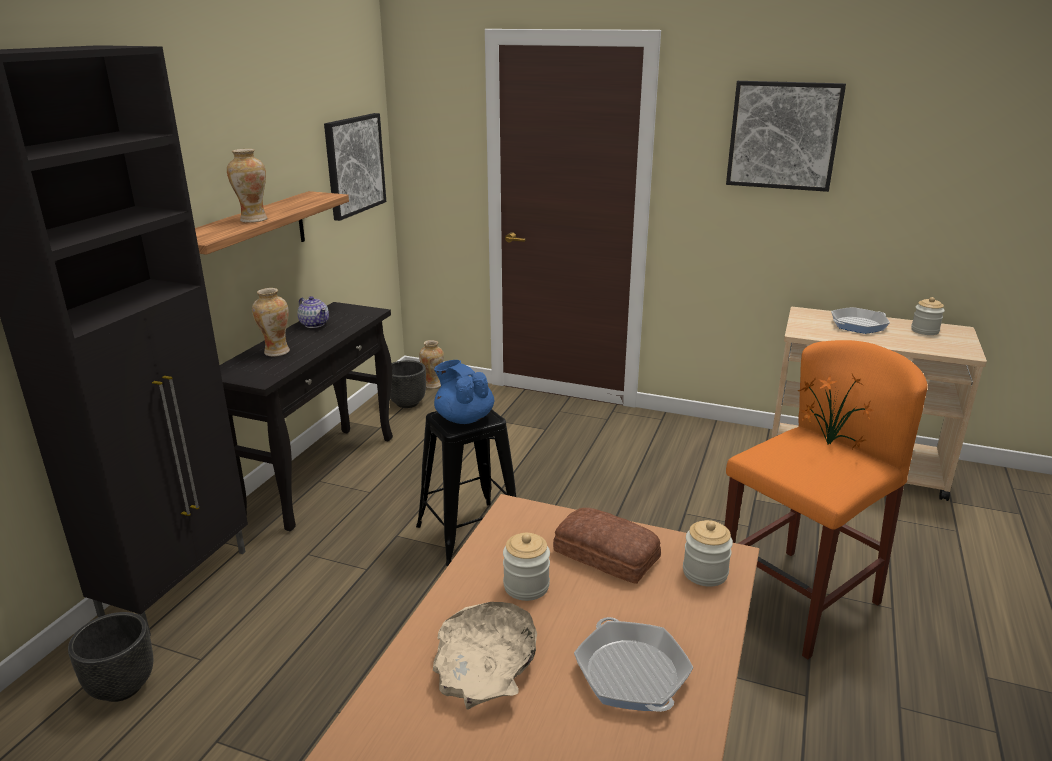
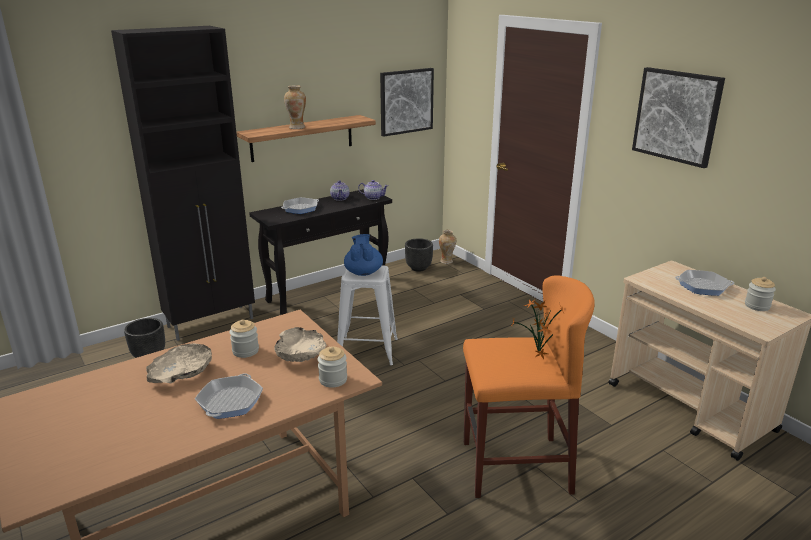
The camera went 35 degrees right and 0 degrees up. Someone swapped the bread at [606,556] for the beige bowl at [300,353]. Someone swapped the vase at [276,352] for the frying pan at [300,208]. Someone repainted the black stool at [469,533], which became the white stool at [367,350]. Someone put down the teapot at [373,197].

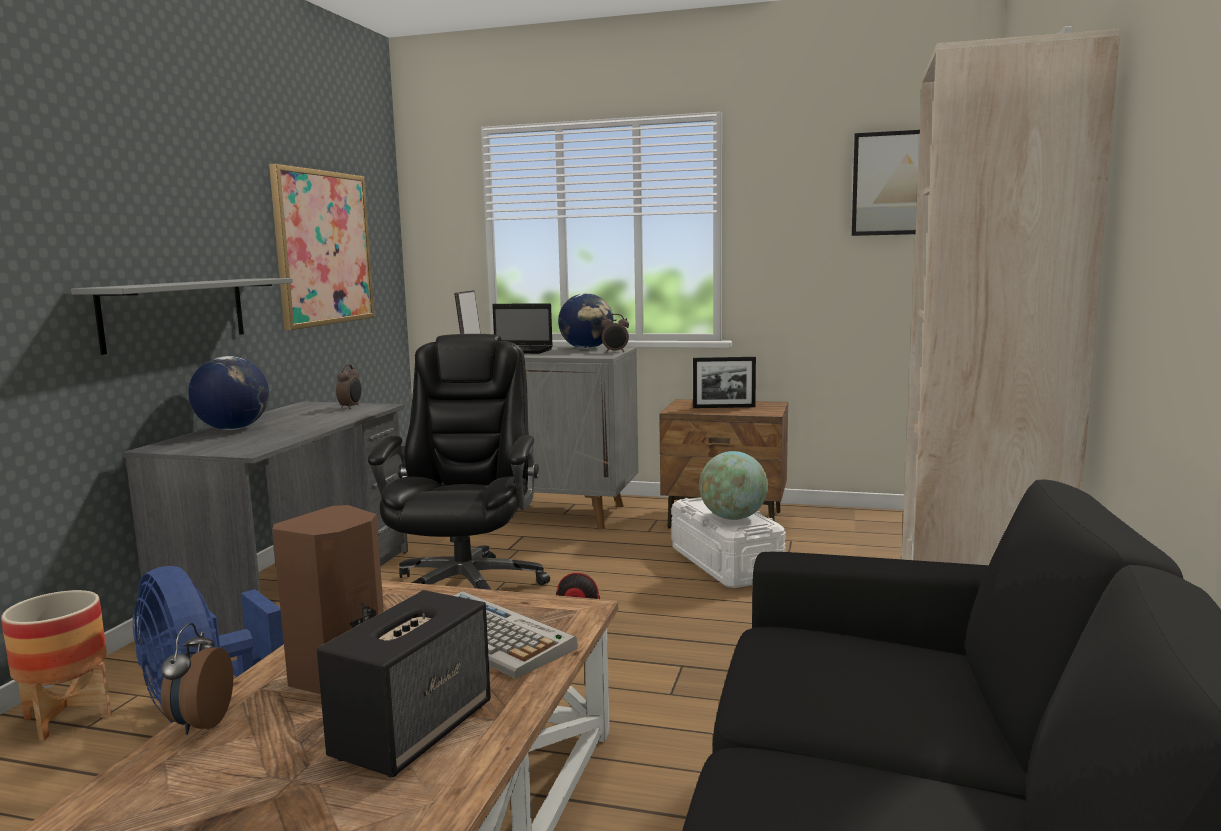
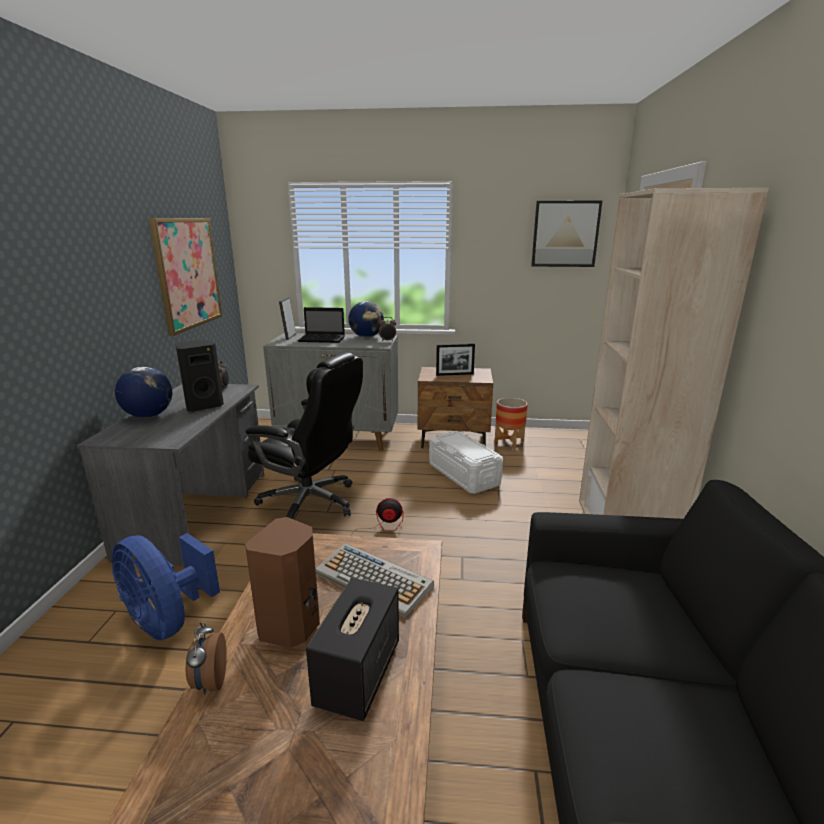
The camera went 10 degrees left and 10 degrees up. Someone put down the black speaker at [203,406]. Someone rotated the black office chair at [466,587] by 120 degrees clockwise. Someone carried the planter from [68,717] to [509,442]. Someone took away the grey shelf at [175,313]. Someone took away the globe at [733,518].

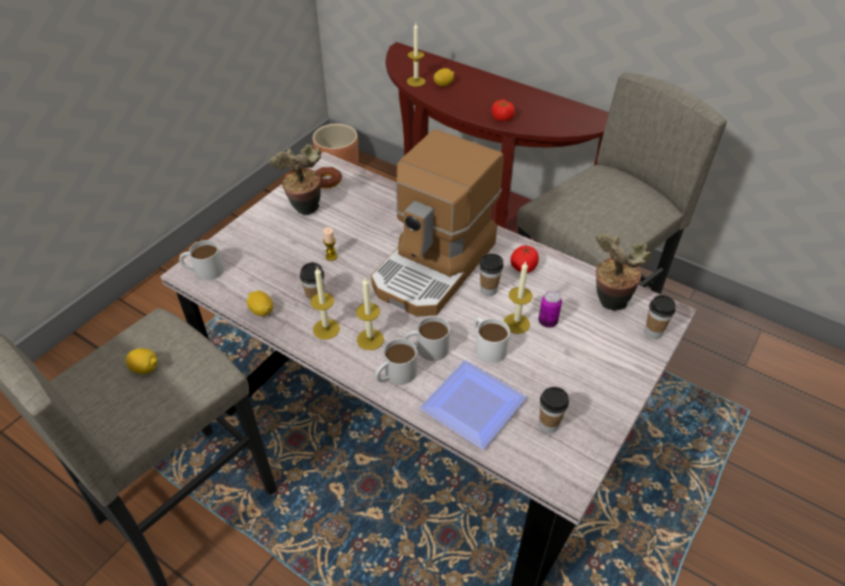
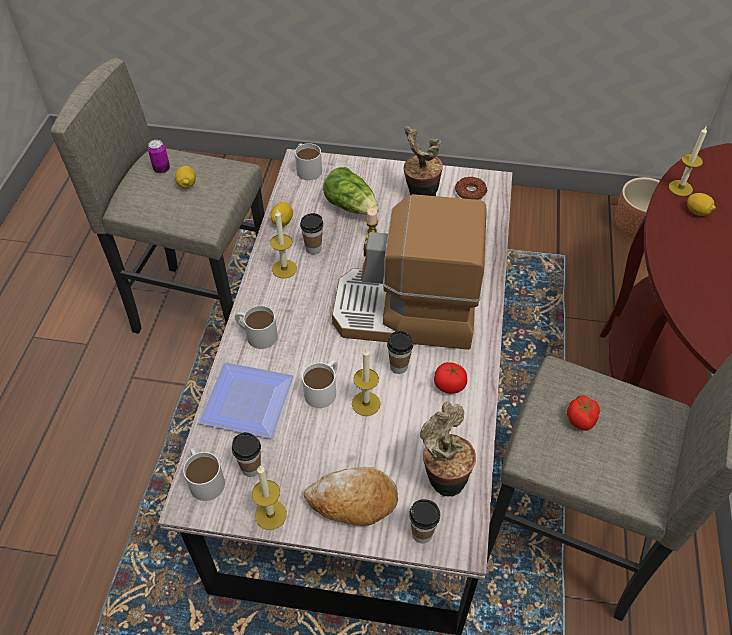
The camera went 65 degrees right and 5 degrees up. Someone carried the can from [547,322] to [162,169]. Someone carried the white mug from [426,349] to [204,478]. Someone carried the candle from [370,339] to [270,515]. Someone put down the bread at [352,501]. Someone put down the lettuce at [351,206]. Someone carried the tomato from [502,118] to [580,420].

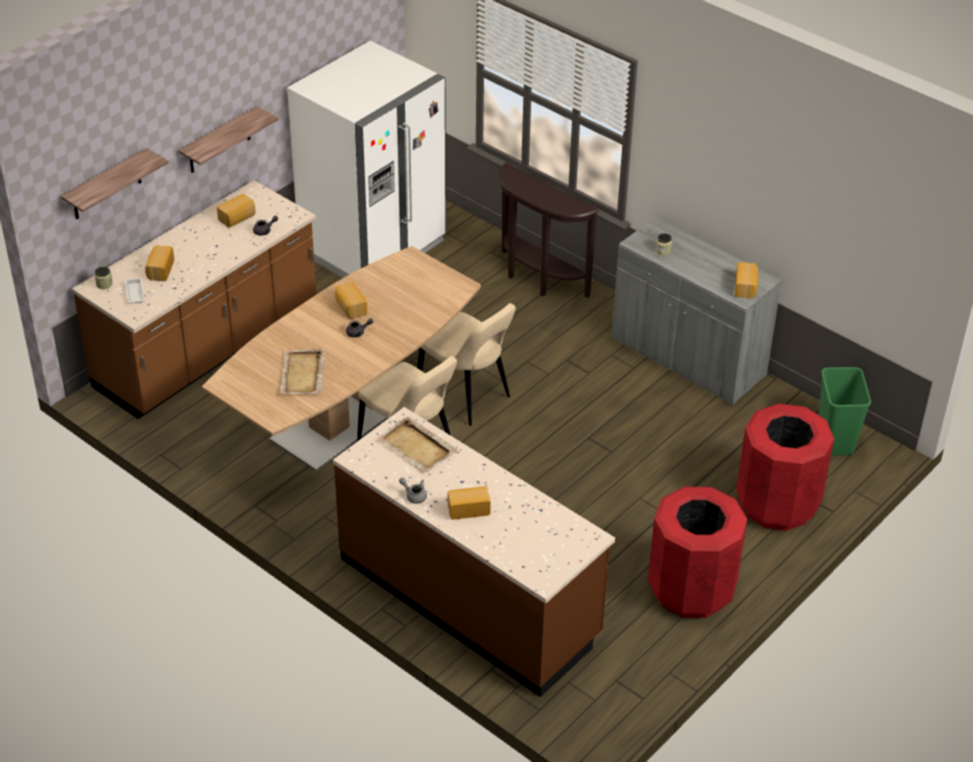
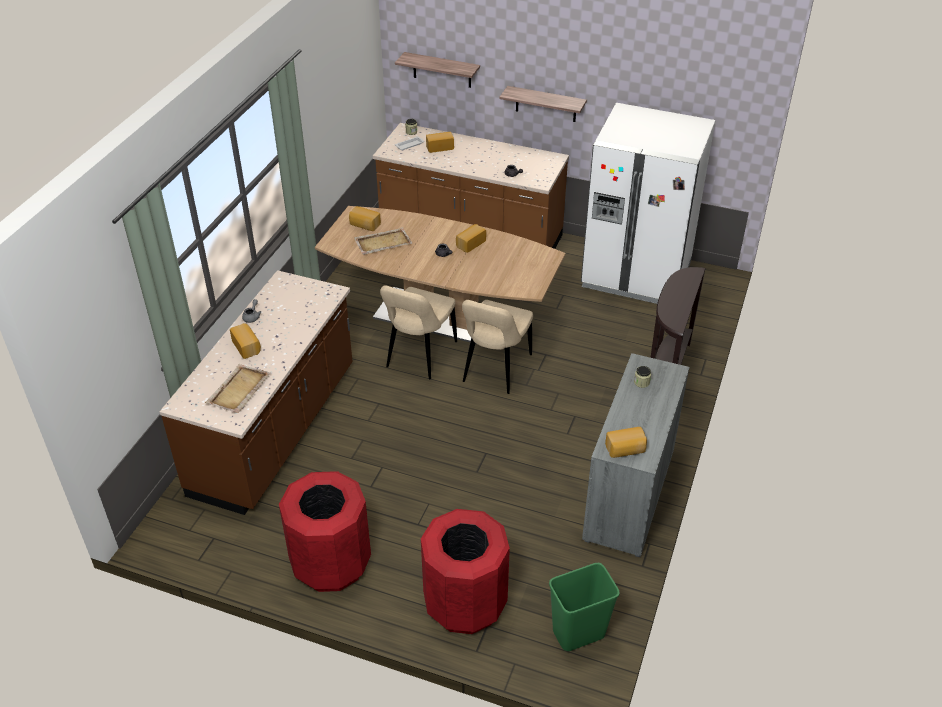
The camera went 70 degrees right and 0 degrees up. Someone carried the beige tray from [417,447] to [238,390]. Someone carried the bread from [237,218] to [364,225].

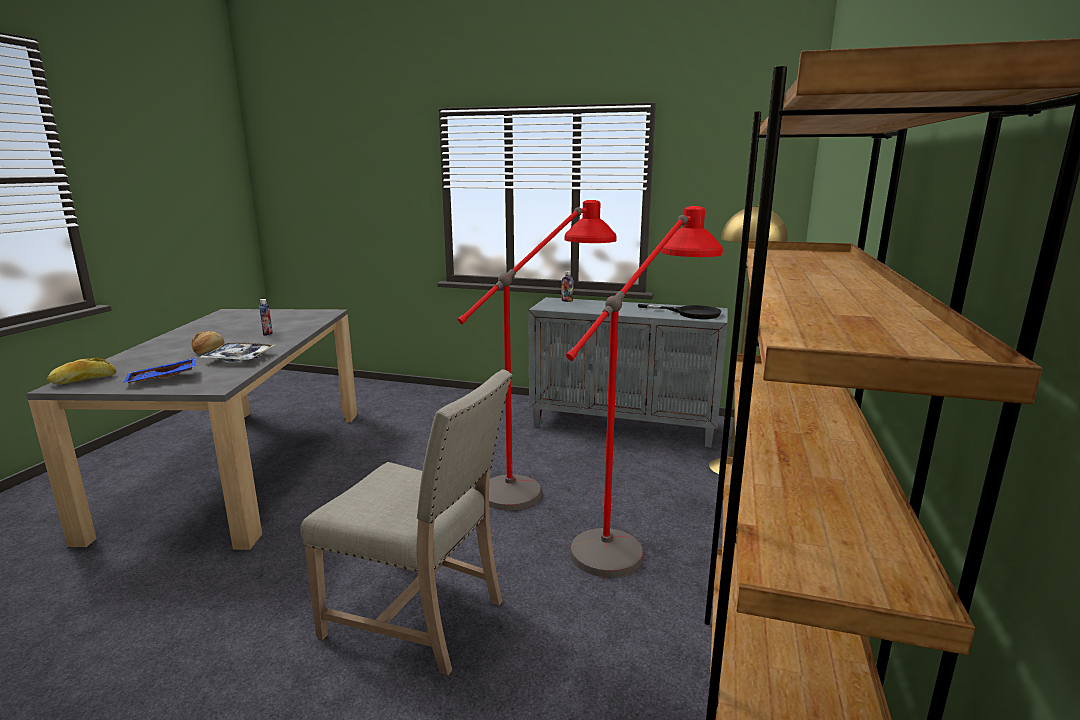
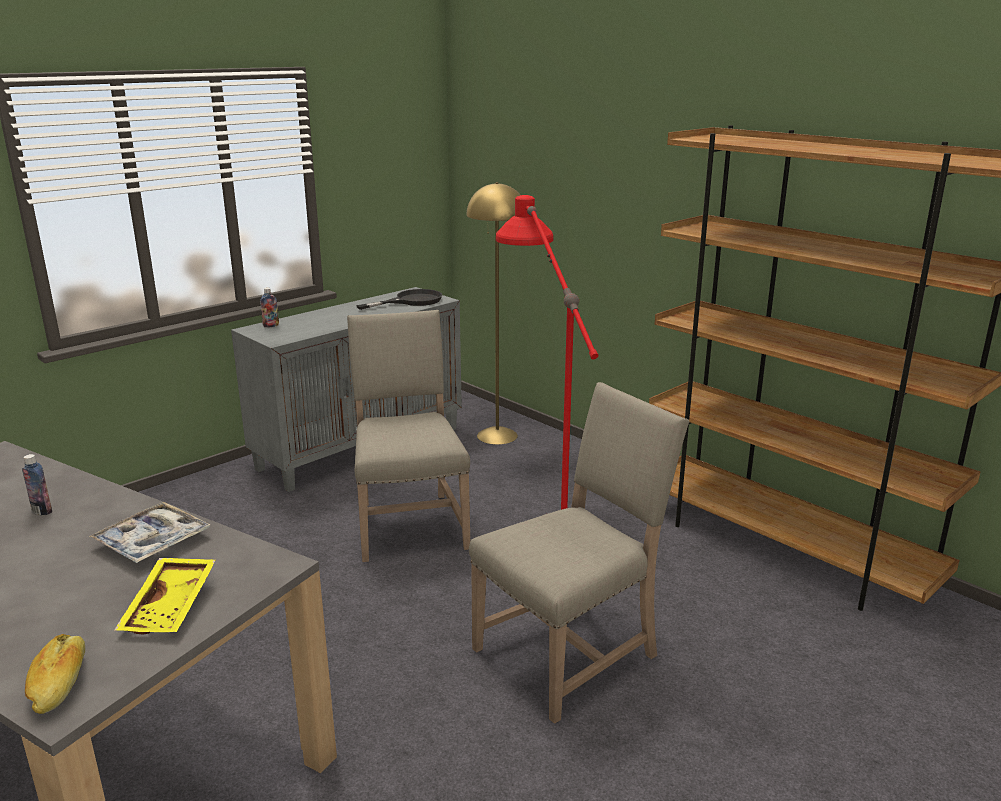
The camera went 60 degrees left and 5 degrees up. Someone repainted the blue tray at [163,379], which became the yellow tray at [172,606]. Someone swapped the red floor lamp at [542,479] for the beige chair at [409,523]. Someone took away the bread at [208,350].

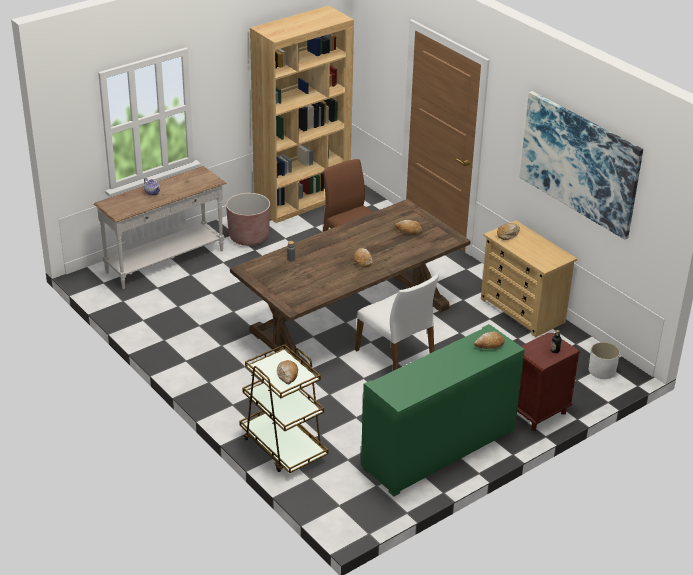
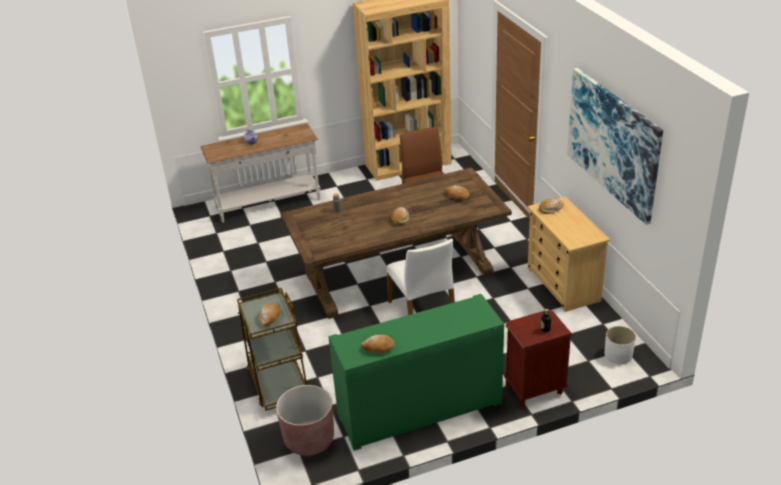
The camera went 20 degrees right and 0 degrees up. Someone carried the brown planter from [249,237] to [309,439]. Someone carried the bread from [489,345] to [378,348].

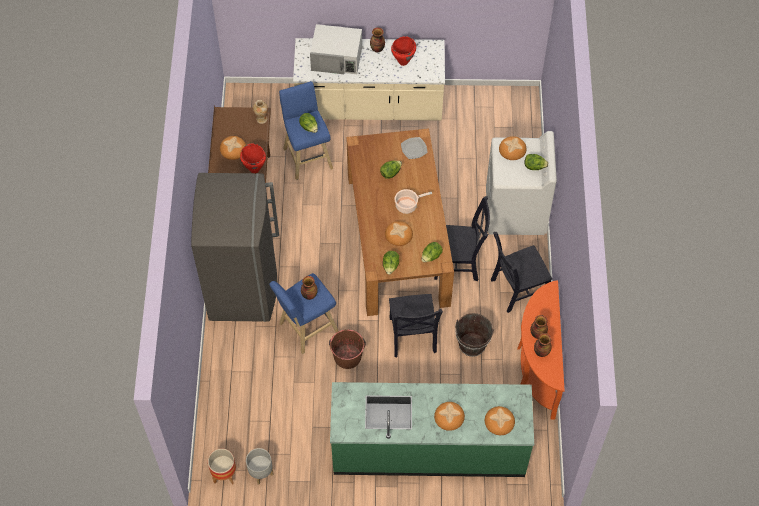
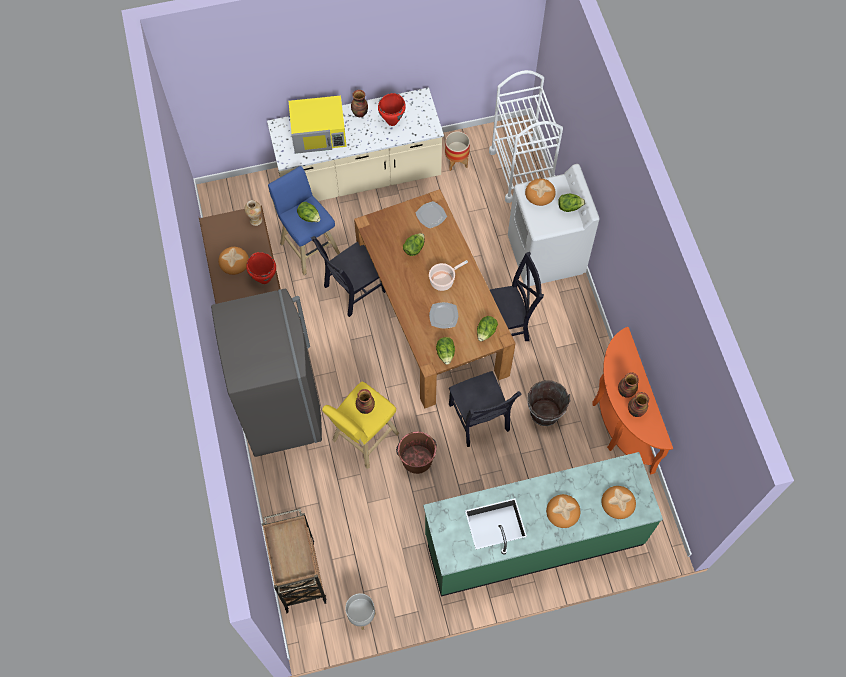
The camera went 15 degrees left and 5 degrees up. Someone put down the brown cart at [299,573]. Someone repainted the white microwave at [337,58], which became the yellow microwave at [319,133]. Someone carried the black chair from [516,289] to [352,290]. Someone repainted the blue stool at [306,329], which became the yellow stool at [363,439]. Someone swapped the bread at [399,234] for the plate at [444,315]. Someone carried the planter from [224,474] to [456,161]. Someone put down the white cart at [521,171].

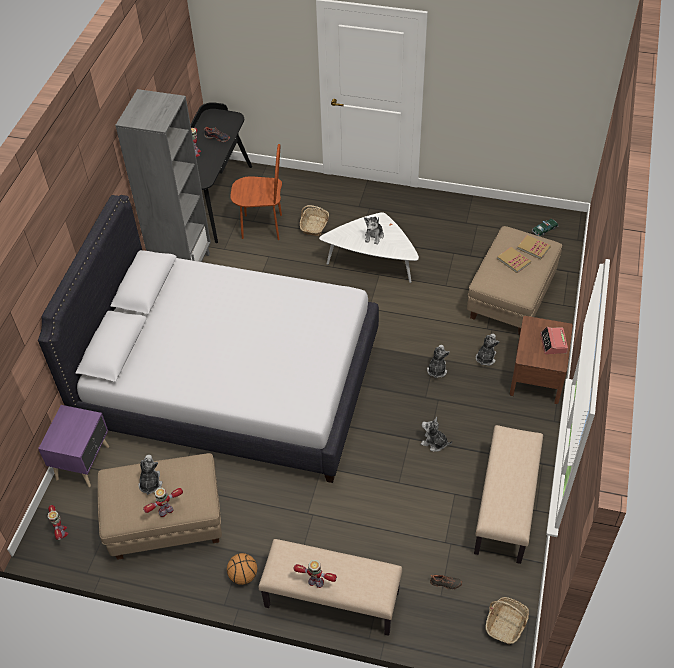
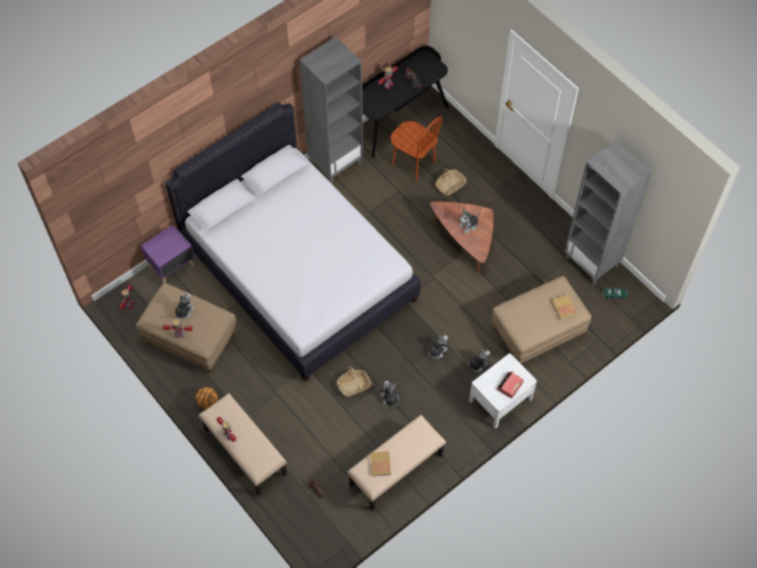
The camera went 35 degrees right and 10 degrees up. Someone carried the basket from [506,624] to [354,386]. Someone carried the book from [513,261] to [380,464]. Someone repainted the white coffee table at [372,262], which became the brown coffee table at [465,241]. Someone repainted the brown nightstand at [537,375], which became the white nightstand at [500,400]. Someone put down the grey bookcase at [592,262].

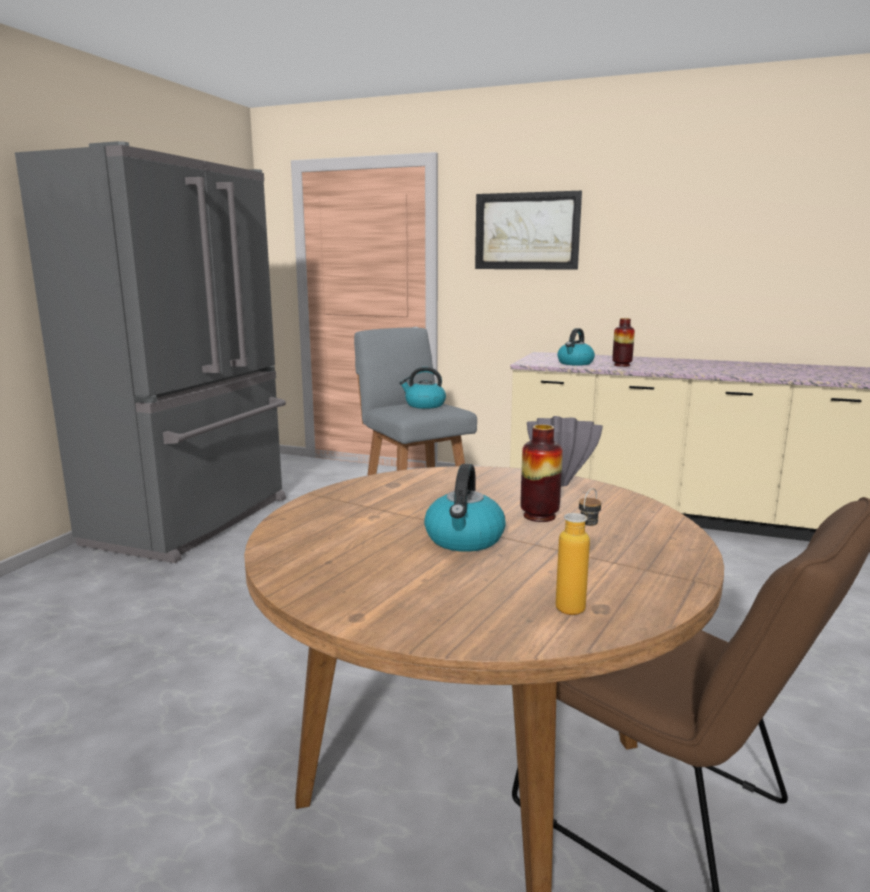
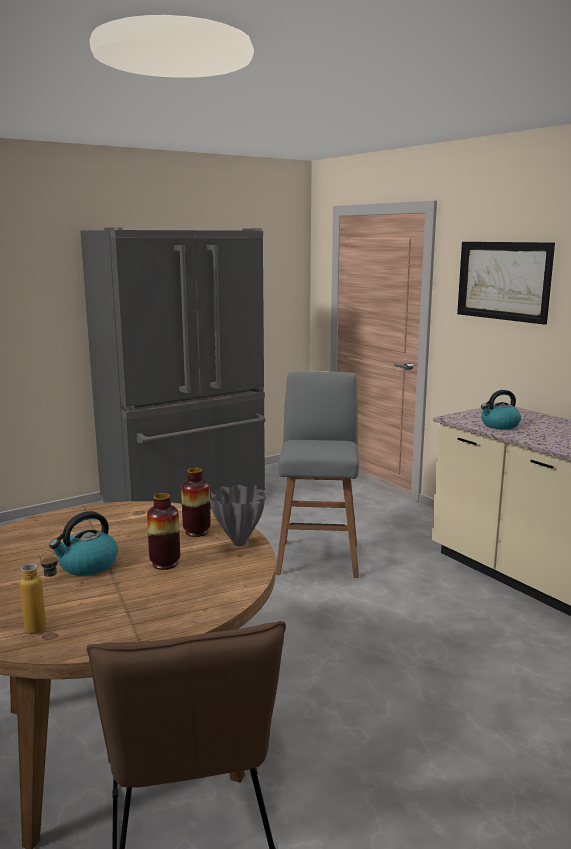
The camera went 35 degrees right and 0 degrees up. Someone carried the vase from [621,365] to [197,532]. Someone took away the kettle at [424,405].

